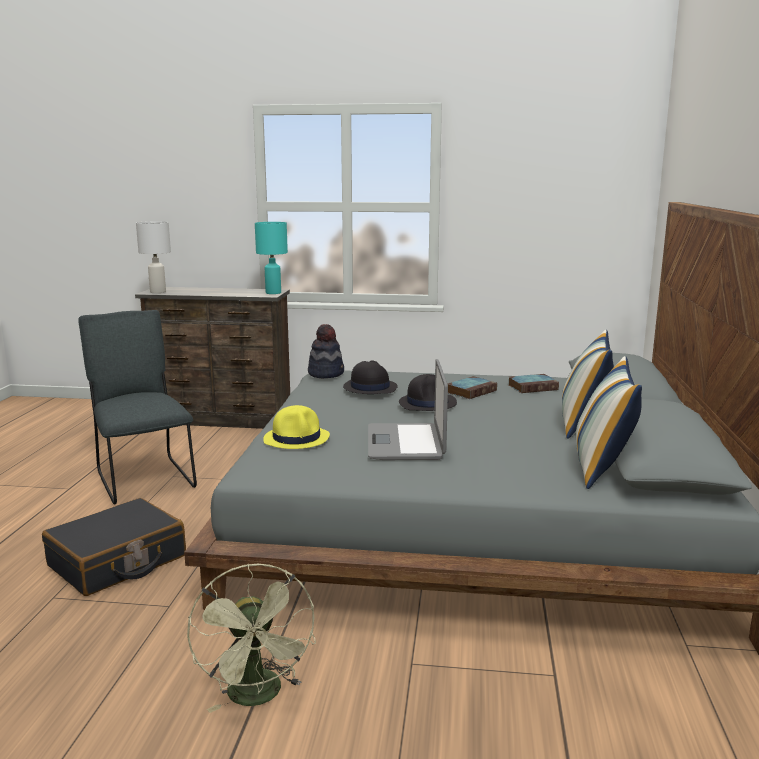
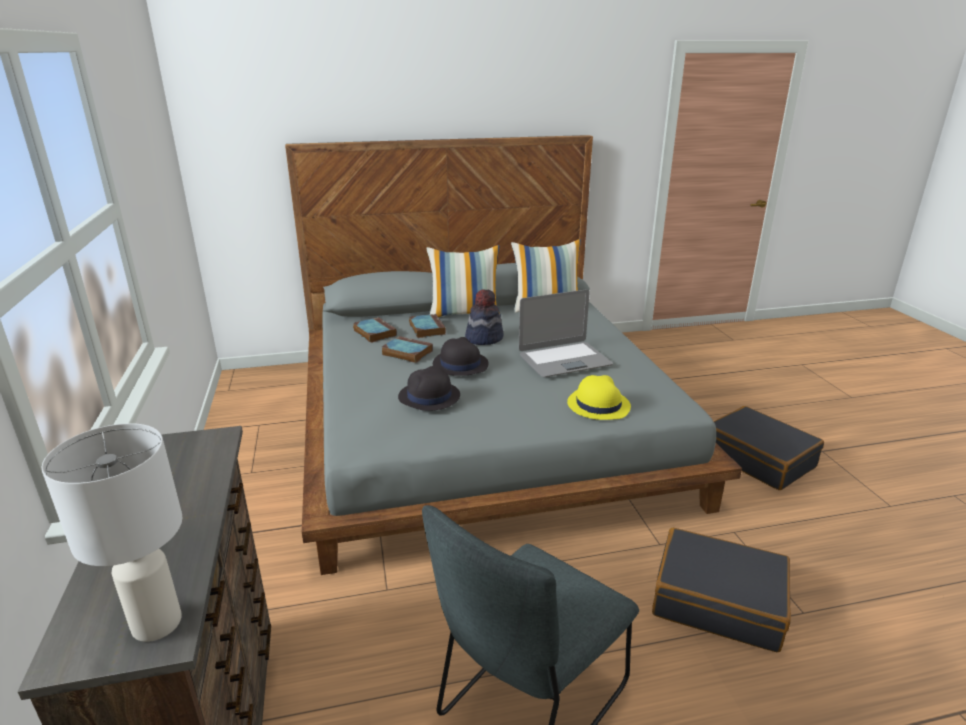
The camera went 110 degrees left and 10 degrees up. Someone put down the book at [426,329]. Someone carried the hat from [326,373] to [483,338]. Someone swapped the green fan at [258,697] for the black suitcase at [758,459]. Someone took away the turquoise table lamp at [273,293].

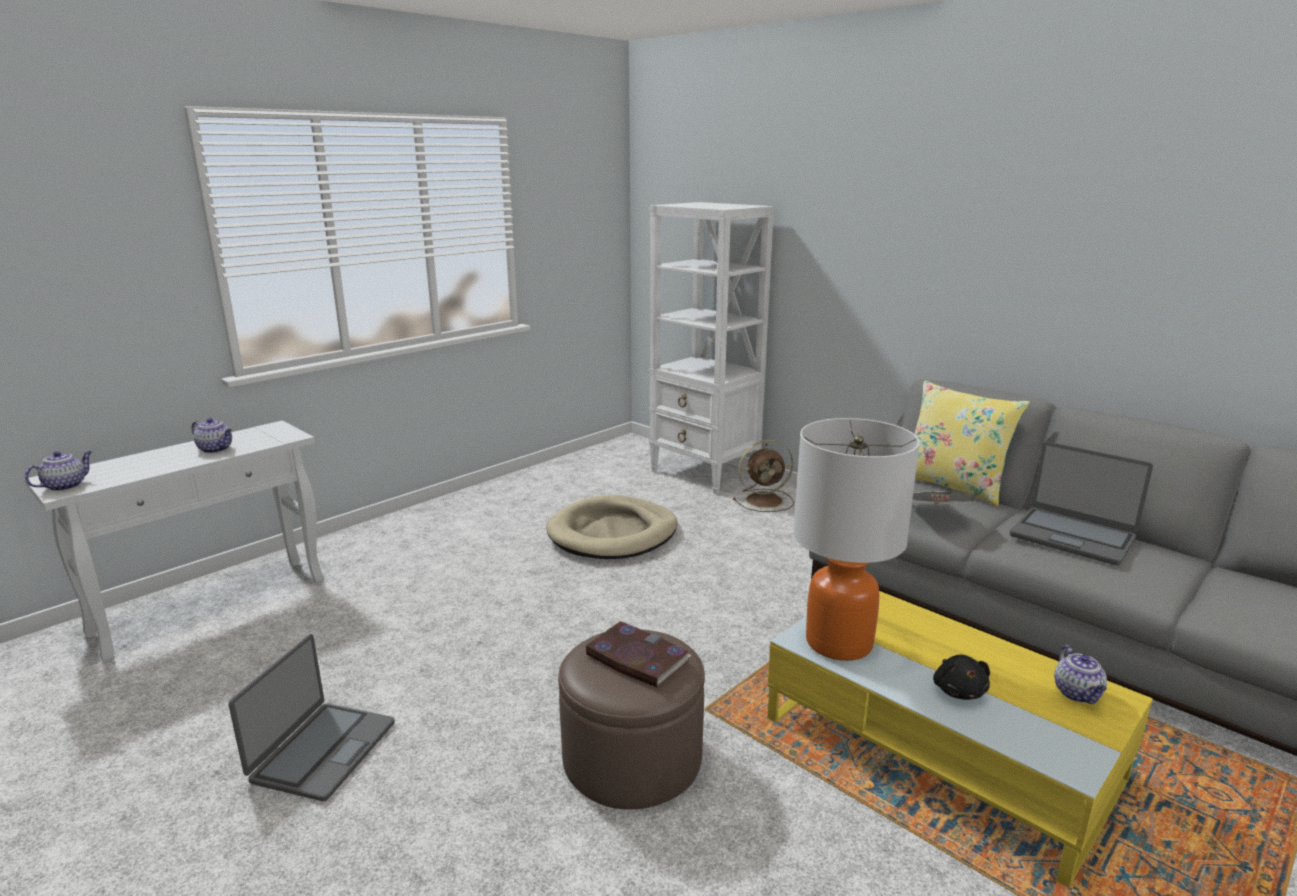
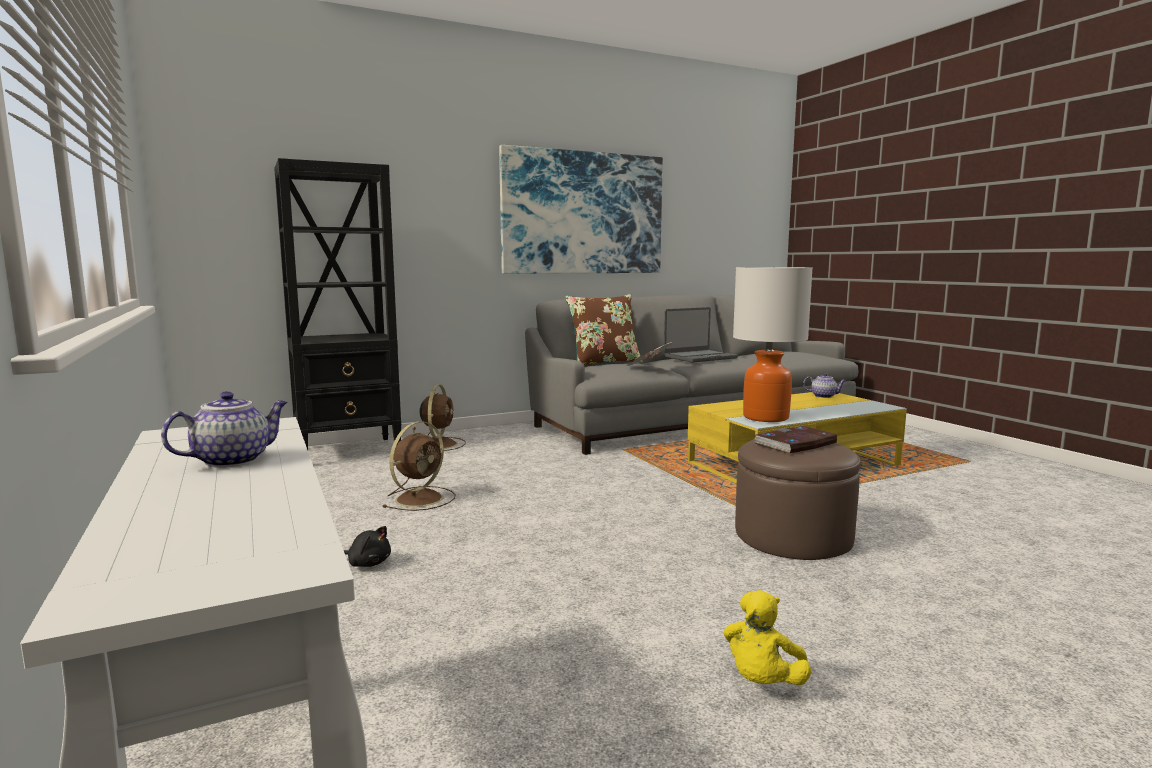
The camera went 70 degrees left and 10 degrees down. Someone repainted the white bookcase at [705,474], which became the black bookcase at [349,451]. Someone carried the black plush toy from [958,691] to [368,563]. Someone swapped the beige dog bed at [613,533] for the brown fan at [421,498]. Someone put up the picture at [583,213]. Someone repainted the yellow pillow at [953,485], which became the brown pillow at [604,363]. Someone swapped the laptop at [322,751] for the yellow plush toy at [762,682]. Someone took away the teapot at [66,485].

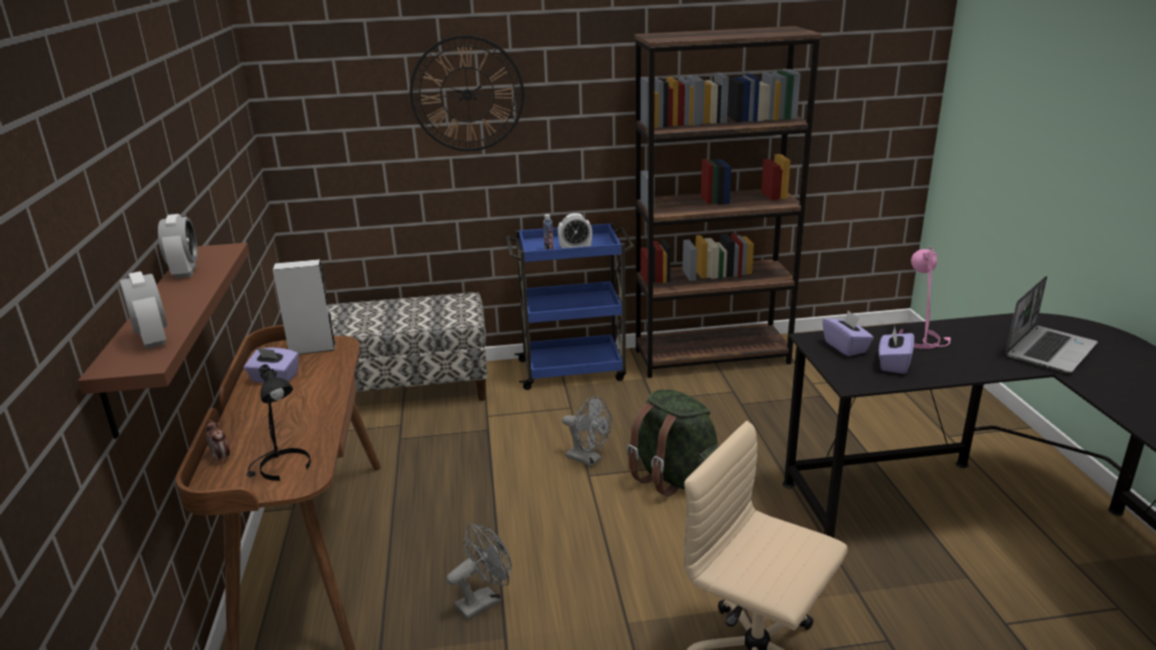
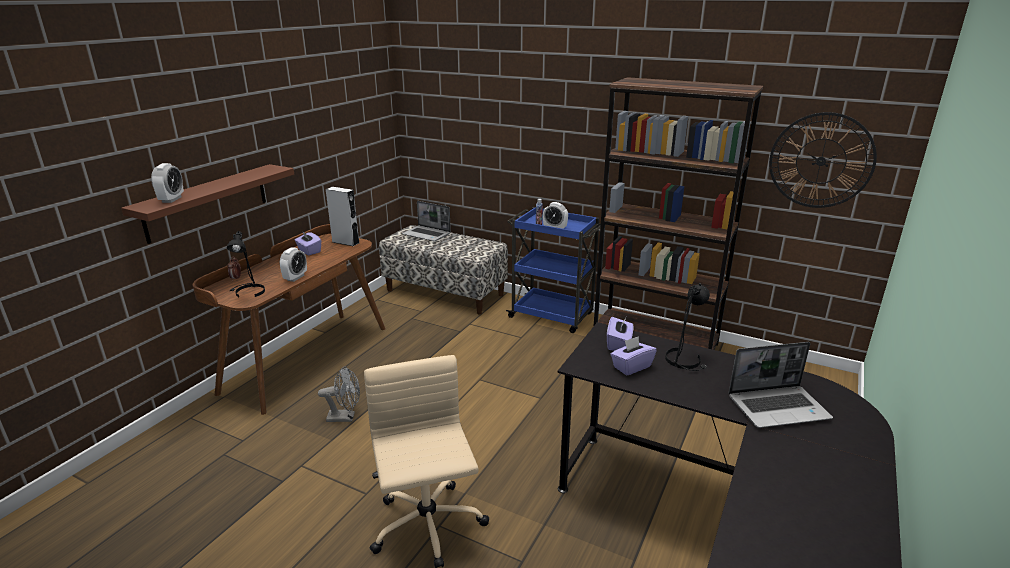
The camera went 35 degrees right and 0 degrees up. Someone carried the alarm clock from [185,272] to [295,277]. Someone put down the laptop at [427,234]. Someone repainted the pink table lamp at [921,339], which became the black table lamp at [685,360]. Someone carried the wall clock from [467,94] to [820,161]. Someone took away the grey fan at [588,459]. Someone took away the green backpack at [674,478].

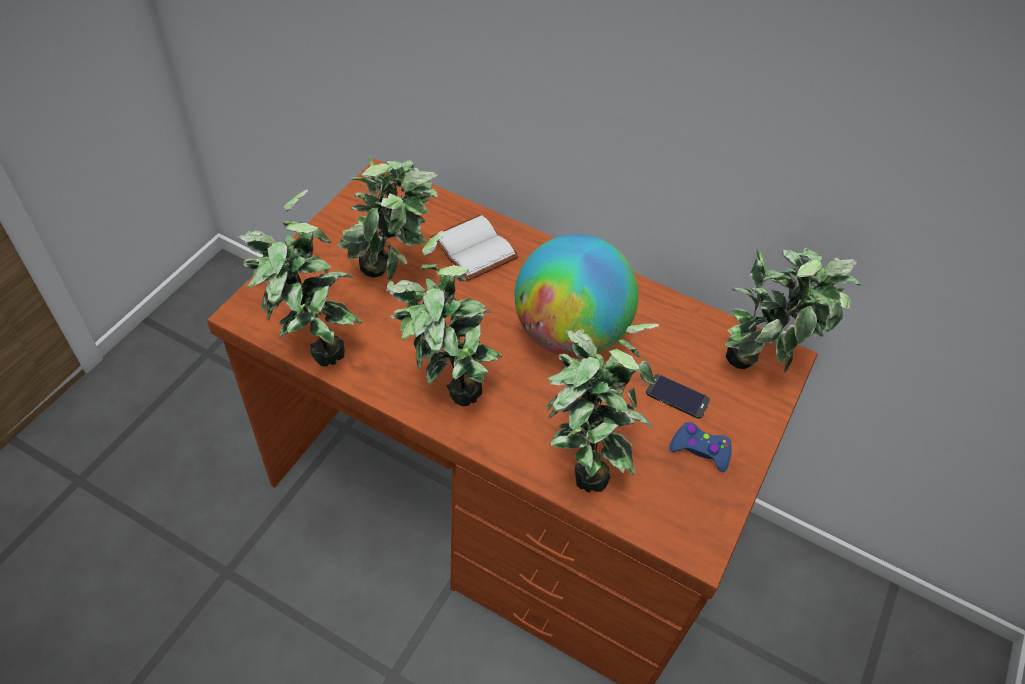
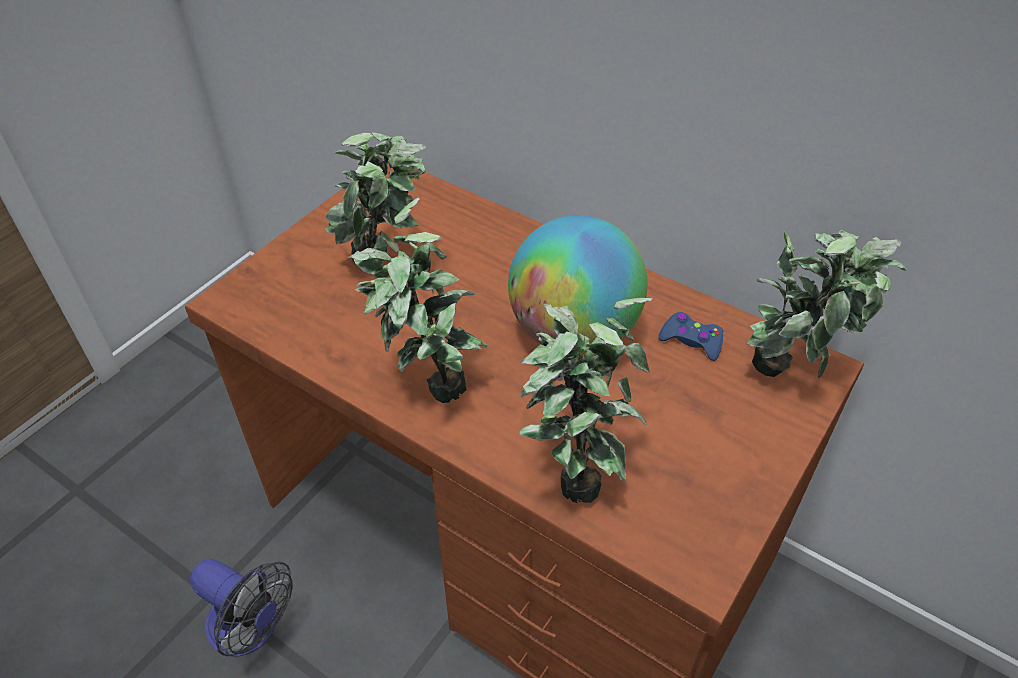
The camera went 10 degrees right and 5 degrees down. Someone put down the fan at [251,629]. Someone carried the blue game controller from [700,450] to [691,341]. Someone took away the potted plant at [313,347]. Someone took away the white book at [476,248]. Someone took away the phone at [677,397].

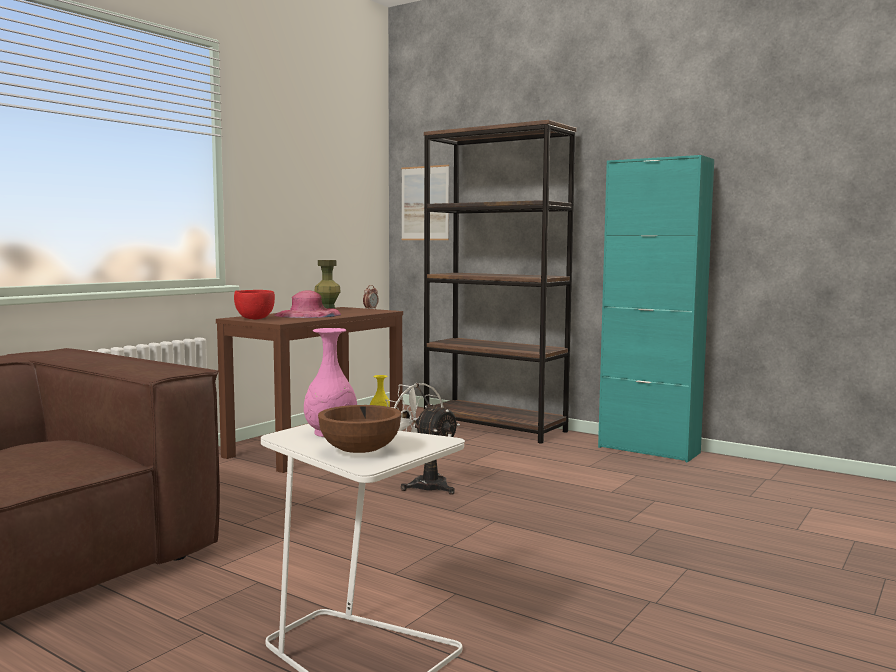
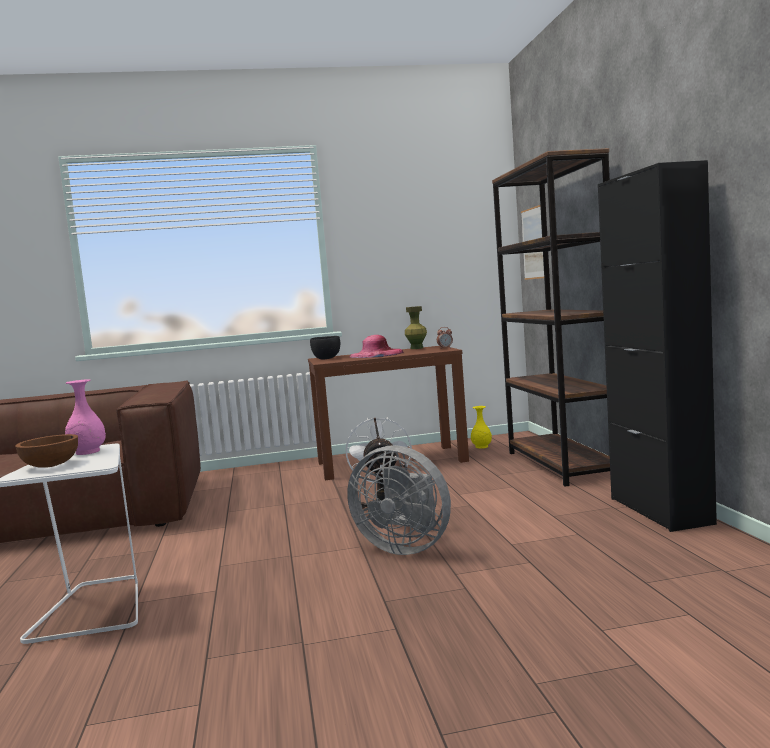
The camera went 45 degrees right and 0 degrees up. Someone repainted the red bowl at [254,318], which became the black bowl at [326,358]. Someone put down the grey fan at [405,547]. Someone repainted the turquoise cabinet at [648,450], which became the black cabinet at [660,511].

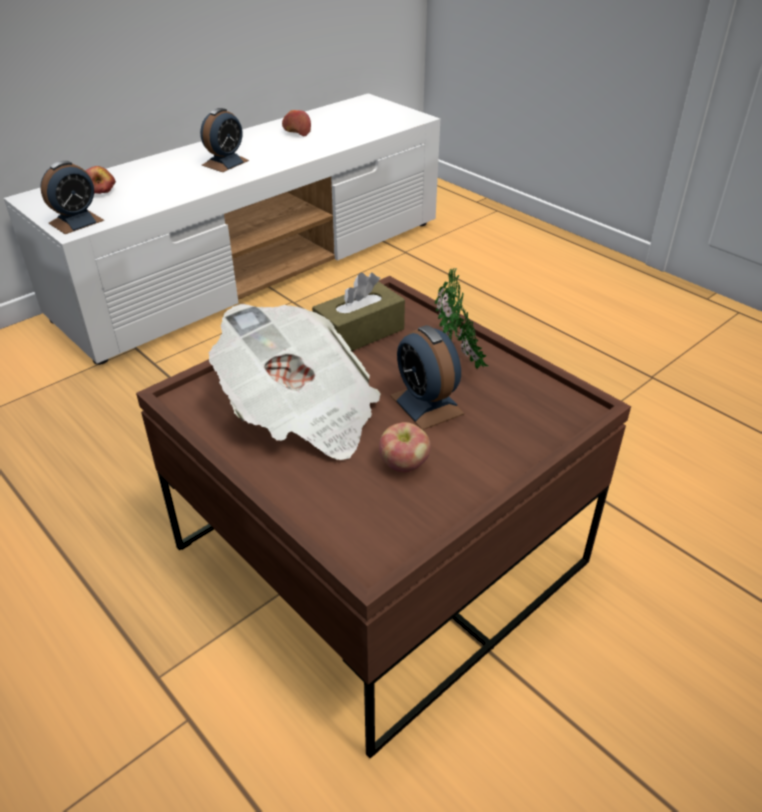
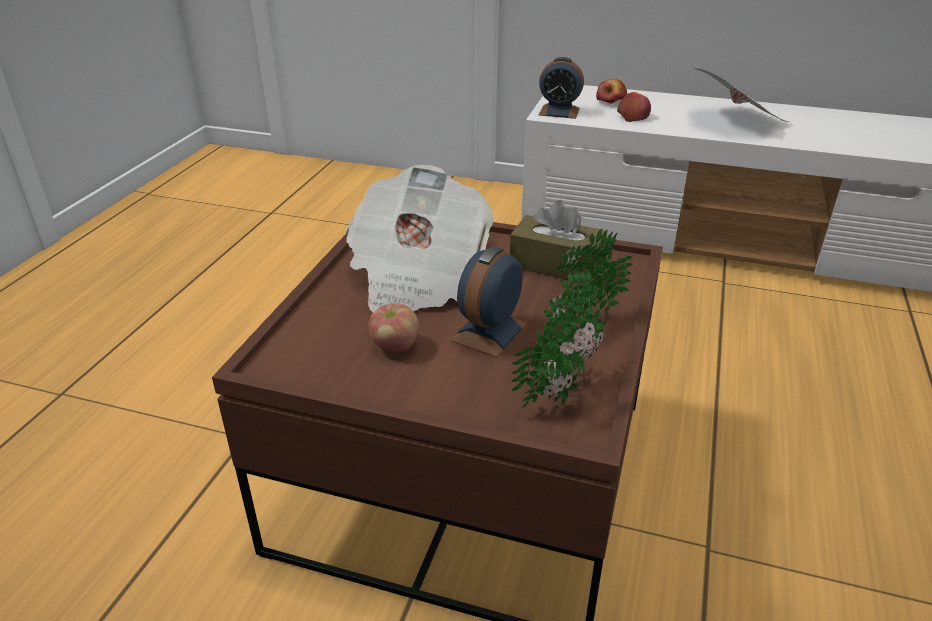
The camera went 60 degrees right and 5 degrees down. Someone put down the potted plant at [565,393]. Someone carried the apple from [297,132] to [632,116]. Someone swapped the alarm clock at [225,163] for the newspaper at [737,122].

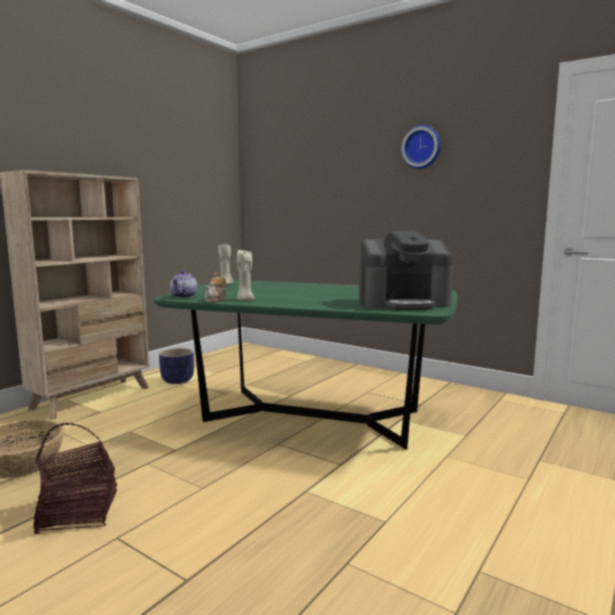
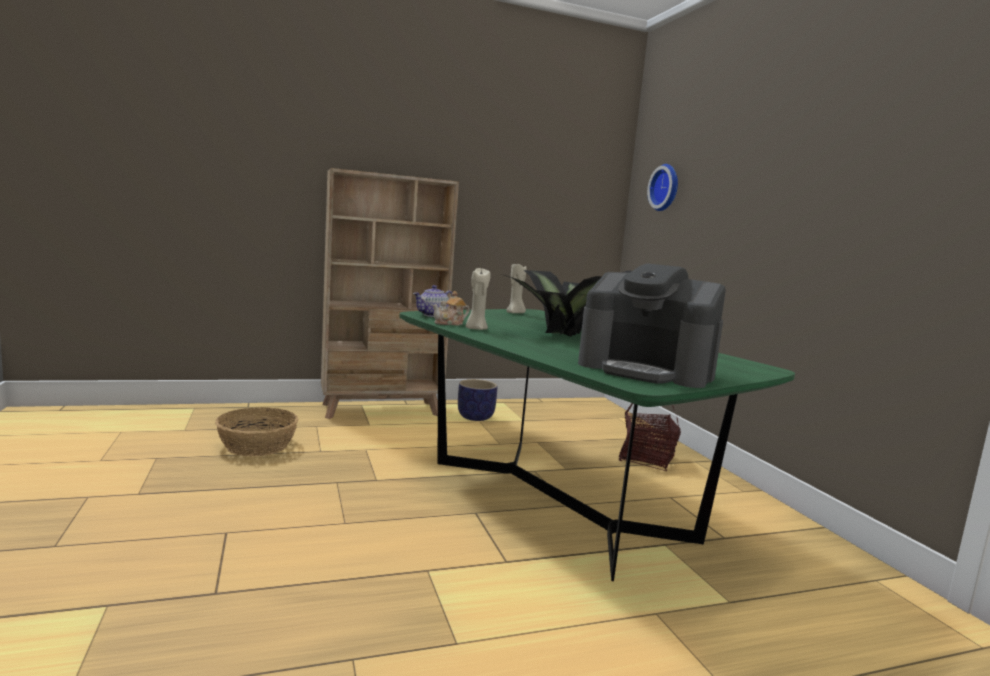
The camera went 35 degrees right and 0 degrees up. Someone put down the potted plant at [572,334]. Someone carried the basket from [78,512] to [646,459]. Someone carried the wall clock from [422,147] to [666,188].

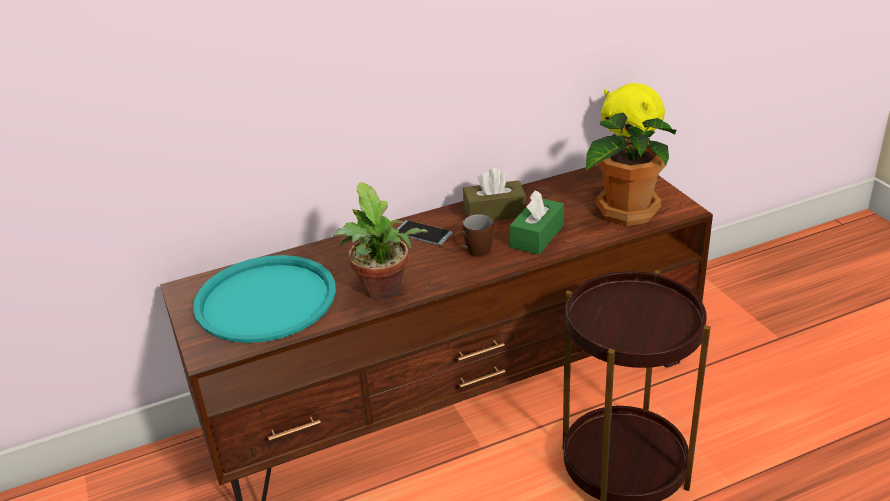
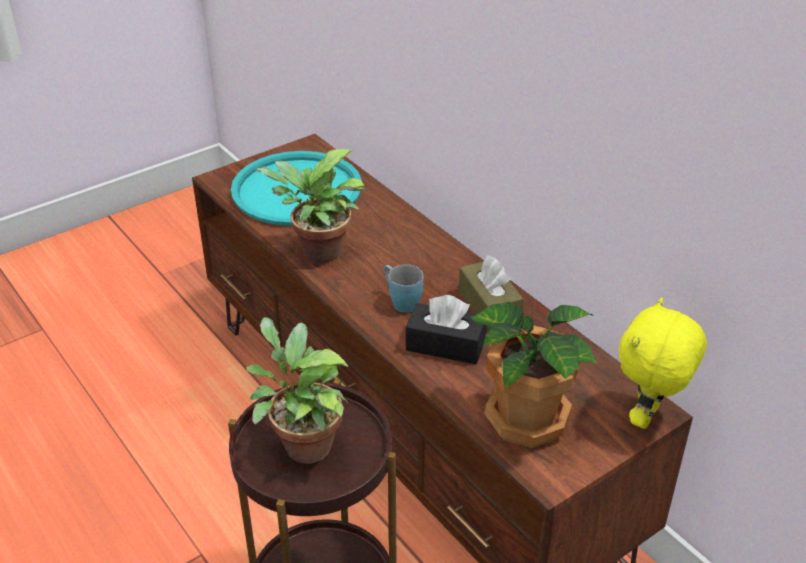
The camera went 75 degrees right and 5 degrees up. Someone put down the potted plant at [302,444]. Someone repainted the brown mug at [474,252], which became the blue mug at [400,301]. Someone repainted the green tissue box at [537,236], which became the black tissue box at [445,345]. Someone took away the phone at [423,233].

